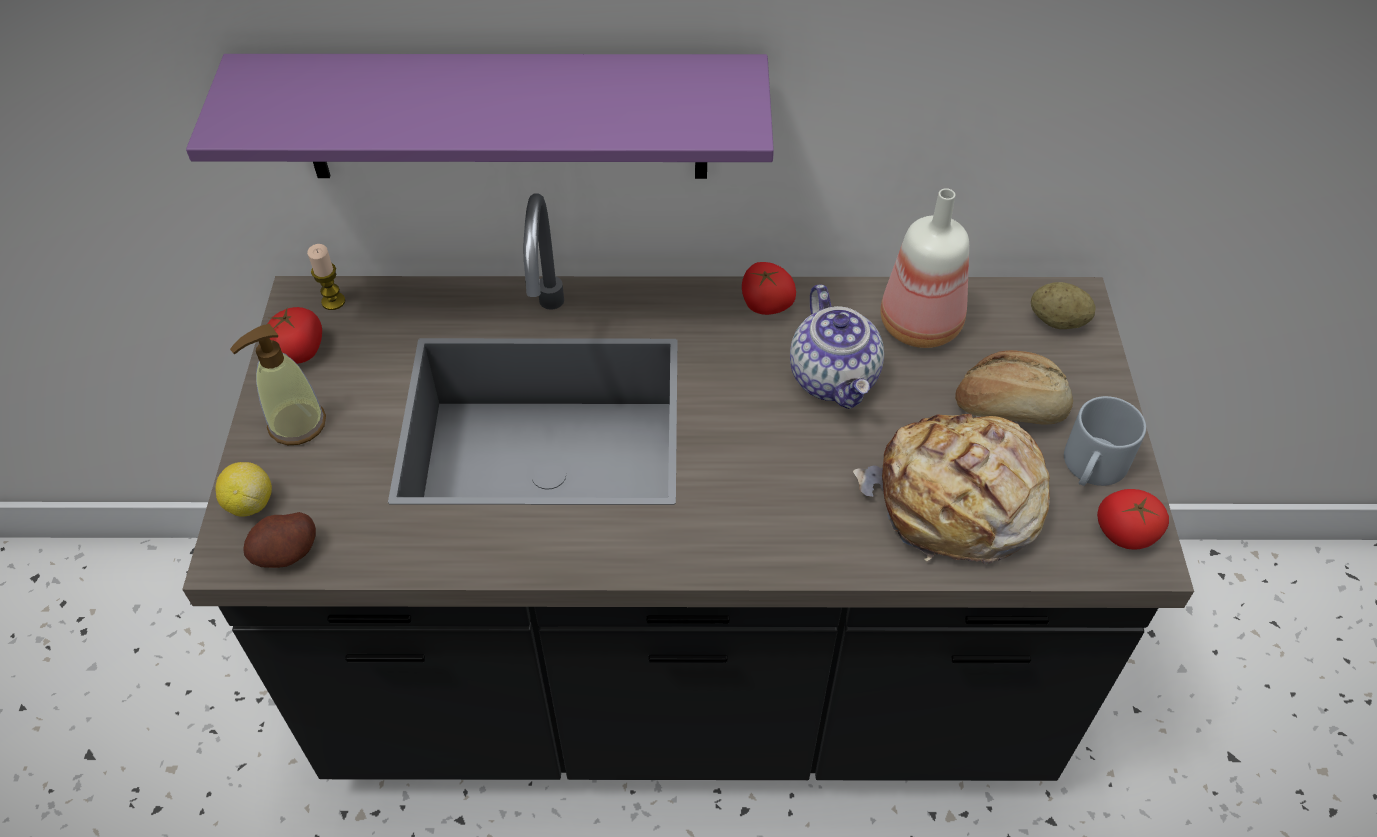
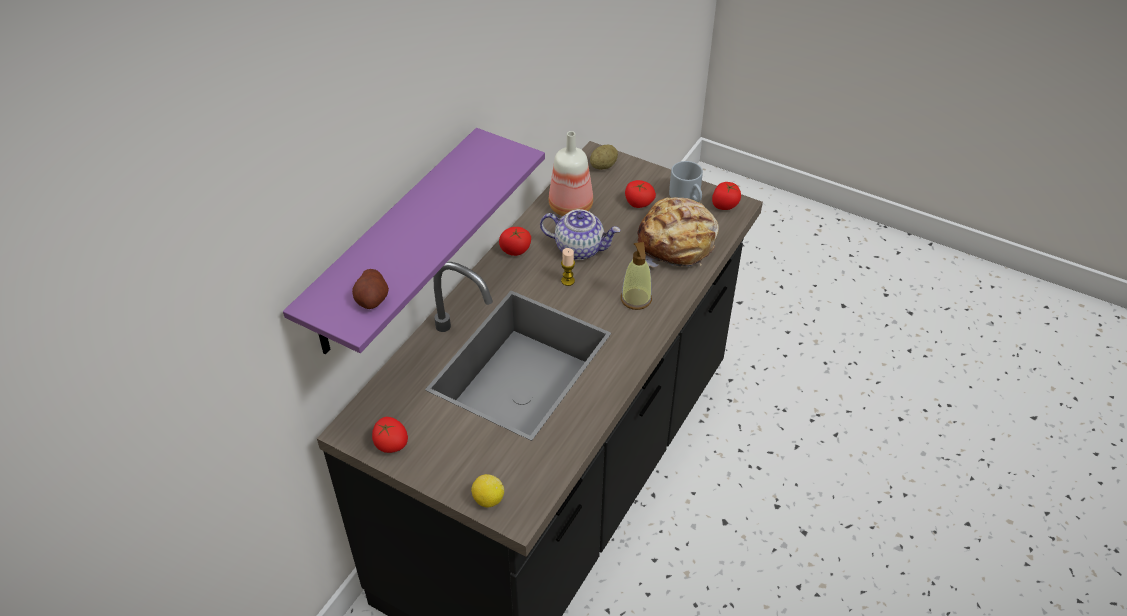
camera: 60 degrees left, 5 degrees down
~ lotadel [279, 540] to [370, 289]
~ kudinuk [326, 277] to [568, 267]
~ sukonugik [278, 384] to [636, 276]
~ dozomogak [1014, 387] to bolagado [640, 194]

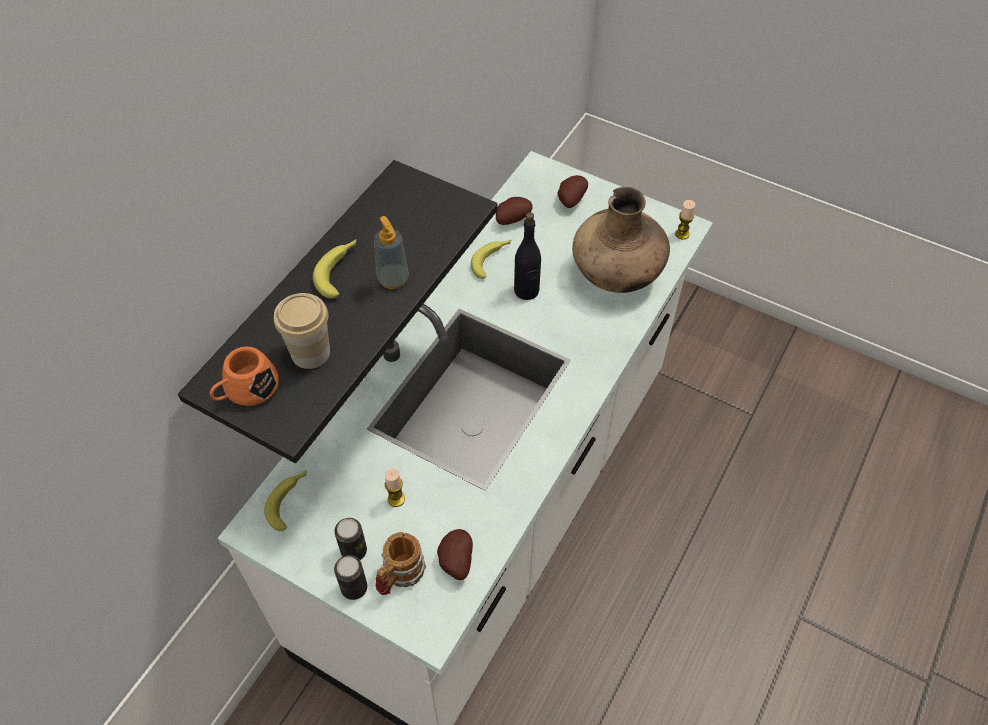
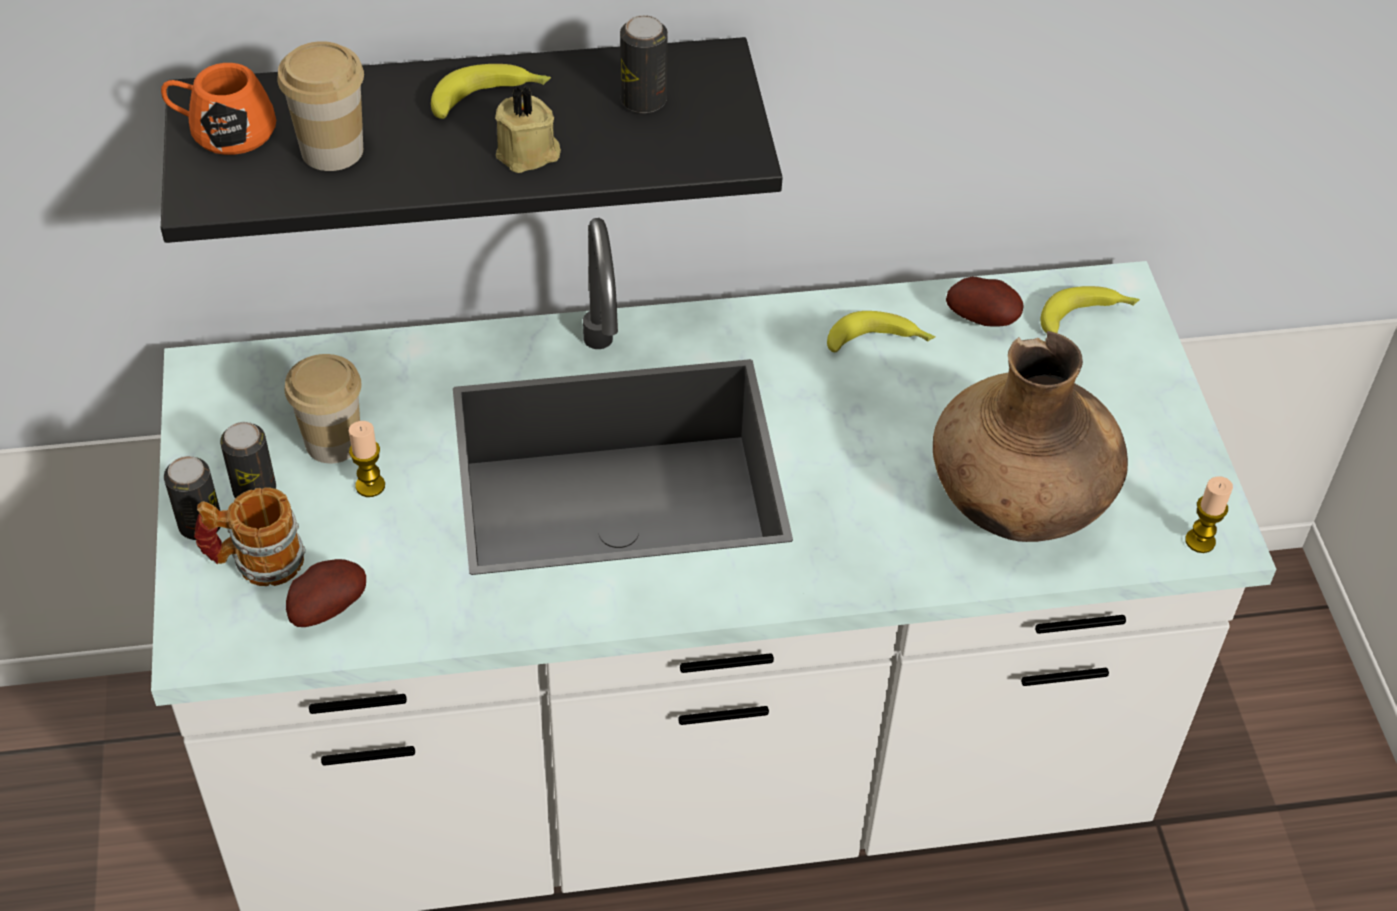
camera: 50 degrees right, 5 degrees down
+ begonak [323, 408]
~ sukonugik [391, 252] to kudinuk (beige) [528, 130]
+ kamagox [644, 64]
~ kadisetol [285, 500] to [1090, 309]
- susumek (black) [527, 256]
- lotadel [572, 191]

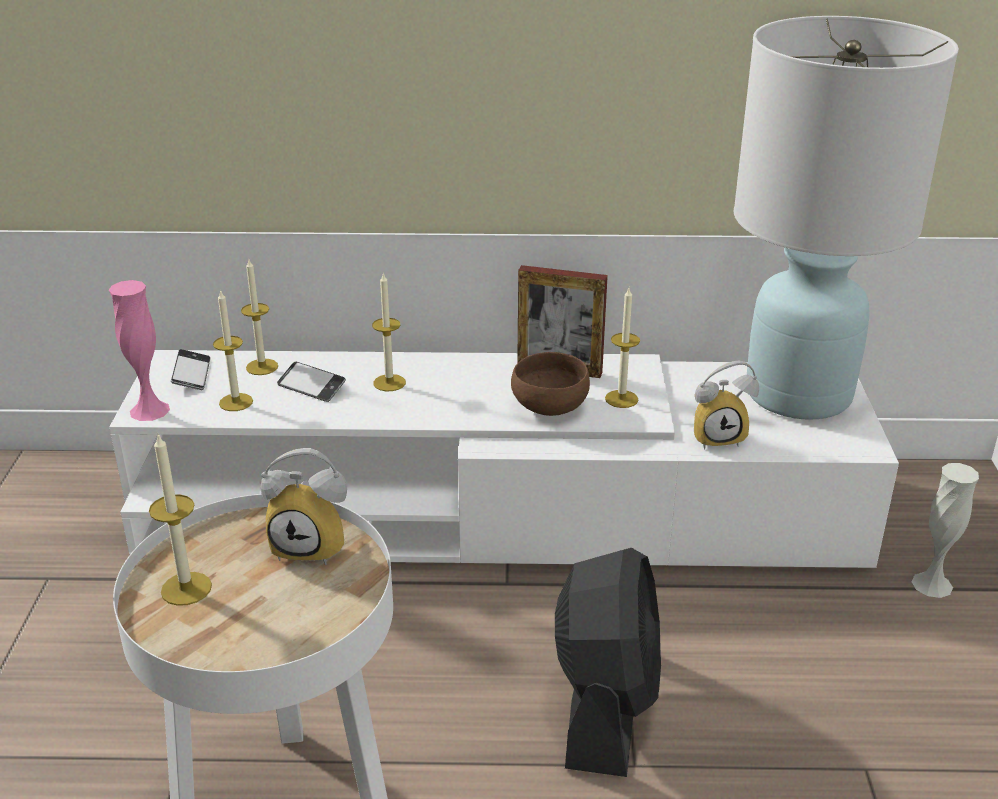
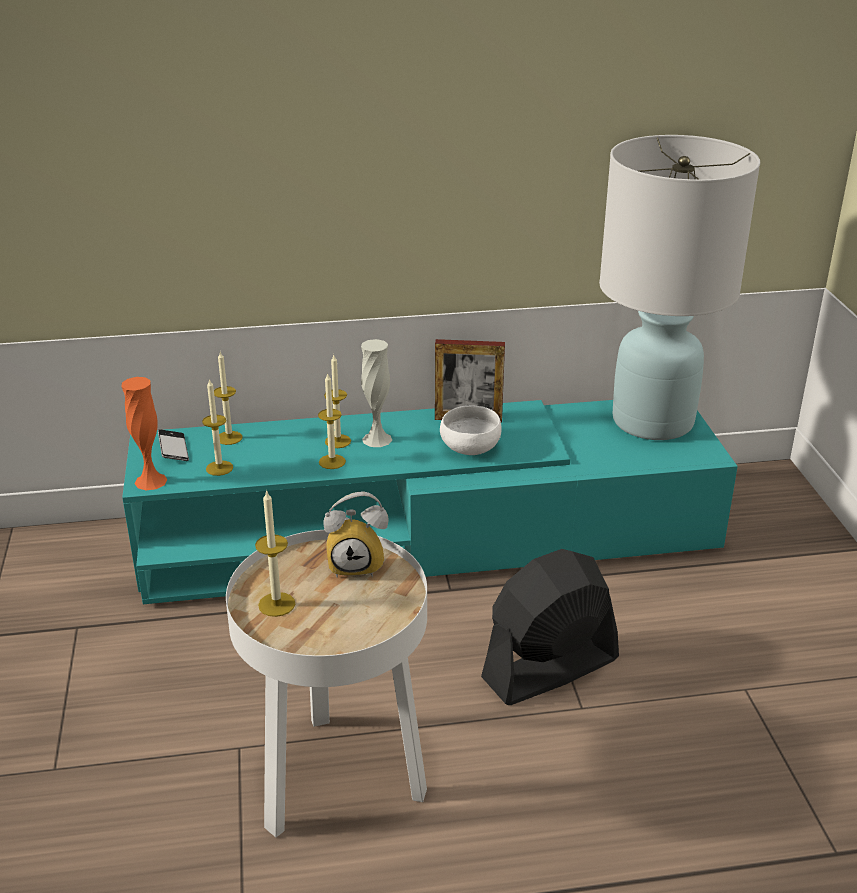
camera: 10 degrees left, 0 degrees up
~ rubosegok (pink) [139, 350] to rubosegok (orange) [145, 433]
~ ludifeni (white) [504, 459] to ludifeni (turquoise) [430, 502]
~ kudinuk [622, 348] to [332, 421]
~ rubosegok (white) [945, 530] to [376, 393]
~ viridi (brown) [550, 384] to viridi (white) [471, 430]
~ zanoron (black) [608, 662] = [550, 627] 120 degrees counterclockwise
- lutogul [311, 381]
- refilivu [726, 404]

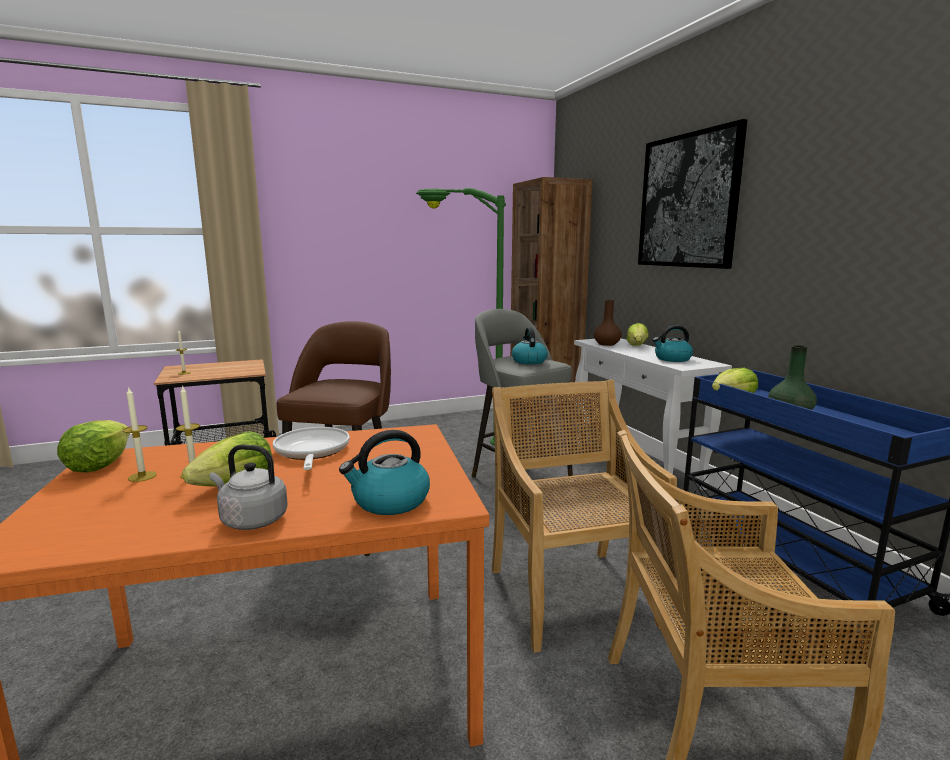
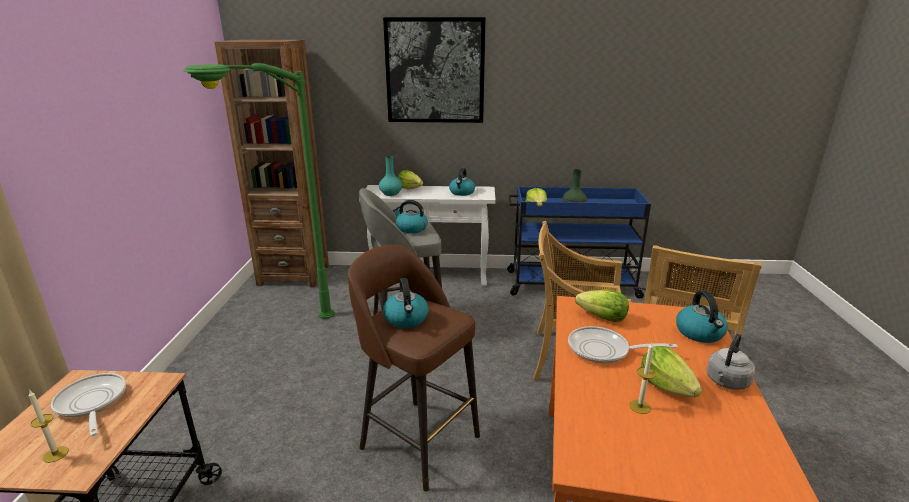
camera: 65 degrees left, 10 degrees up
+ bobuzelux [88, 404]
~ rubosegok (brown) [608, 322] to rubosegok (turquoise) [390, 176]
+ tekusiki [406, 303]
~ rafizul [93, 446] to [602, 306]
- kudinuk [140, 434]

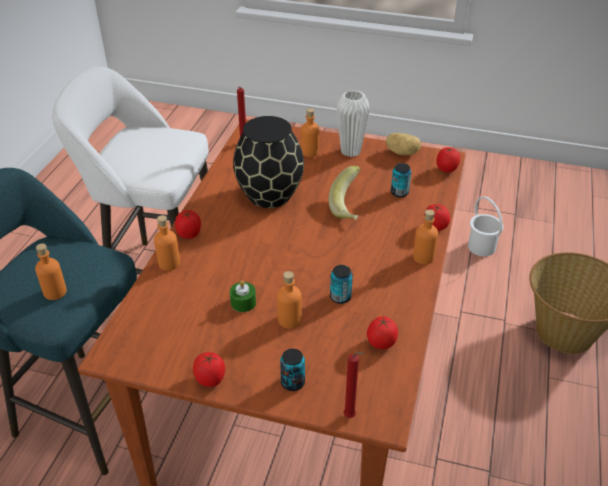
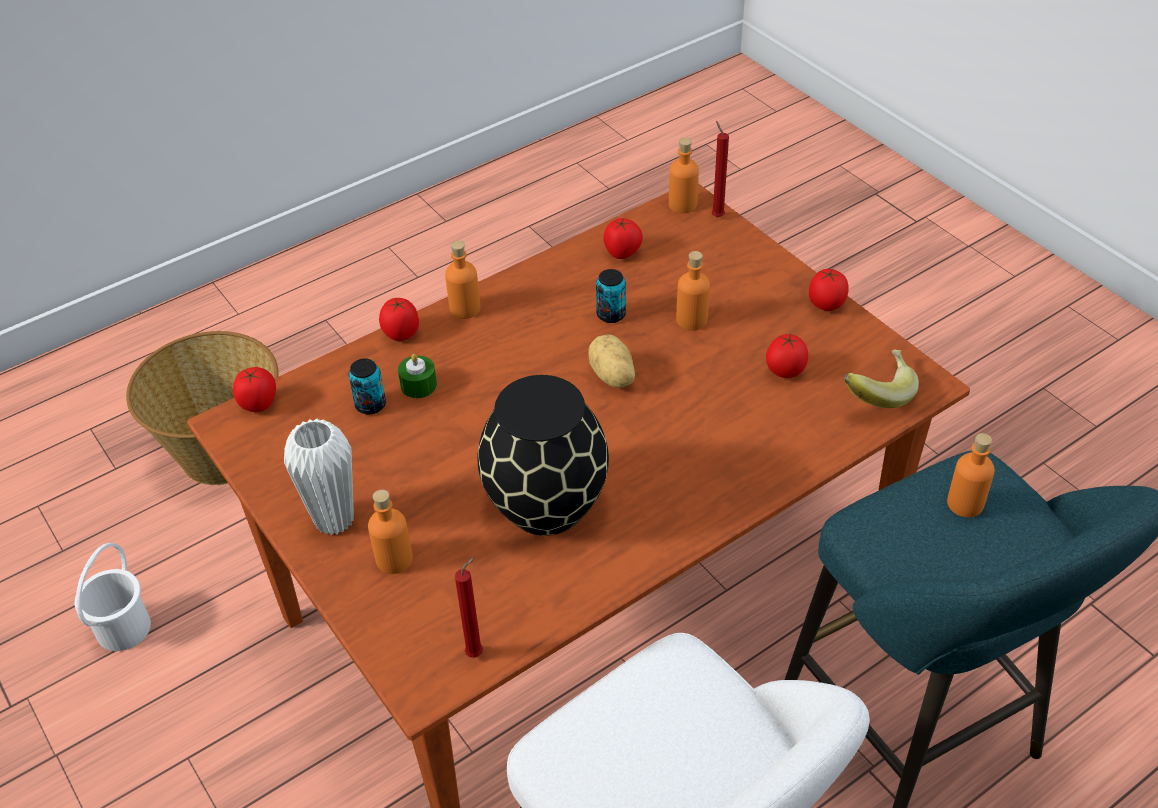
camera: 140 degrees left, 5 degrees up
~ kudinuk (green) [243, 296] to [417, 375]
~ lotadel [403, 144] to [611, 361]
~ susumek (orange) [167, 243] to [684, 175]
~ bolagado [188, 224] to [787, 355]
~ kadisetol [344, 193] to [881, 379]
- kamagox [292, 370]

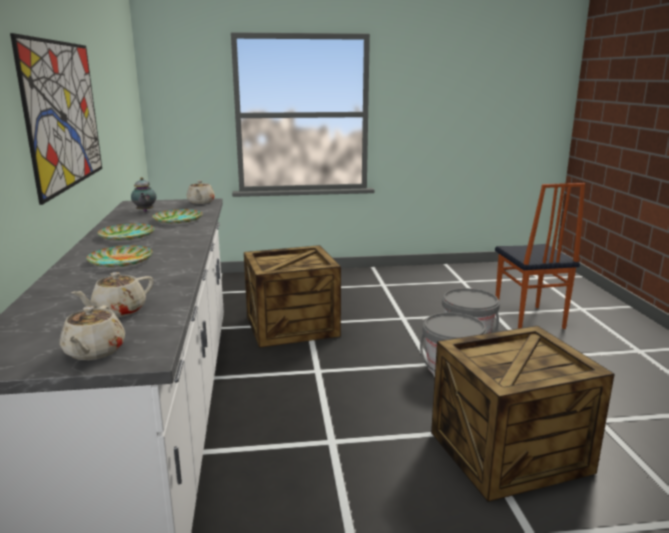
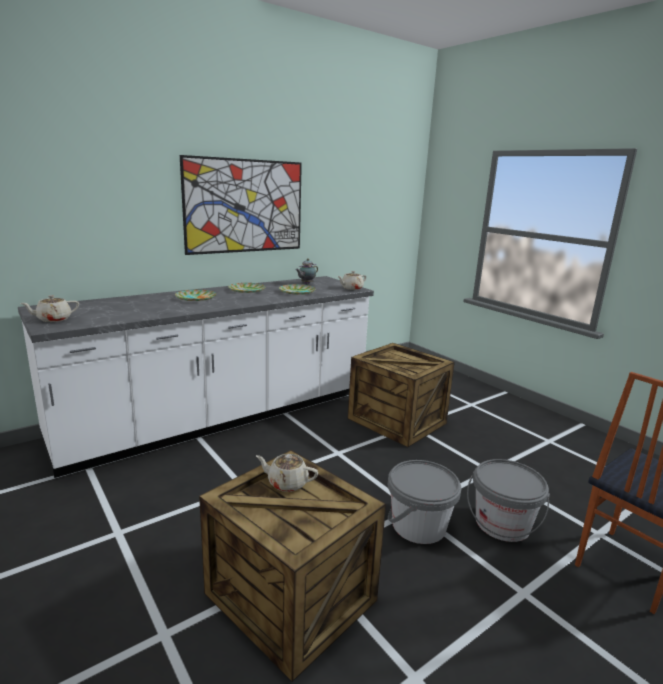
camera: 60 degrees right, 0 degrees up
~ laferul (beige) [112, 294] to [287, 473]

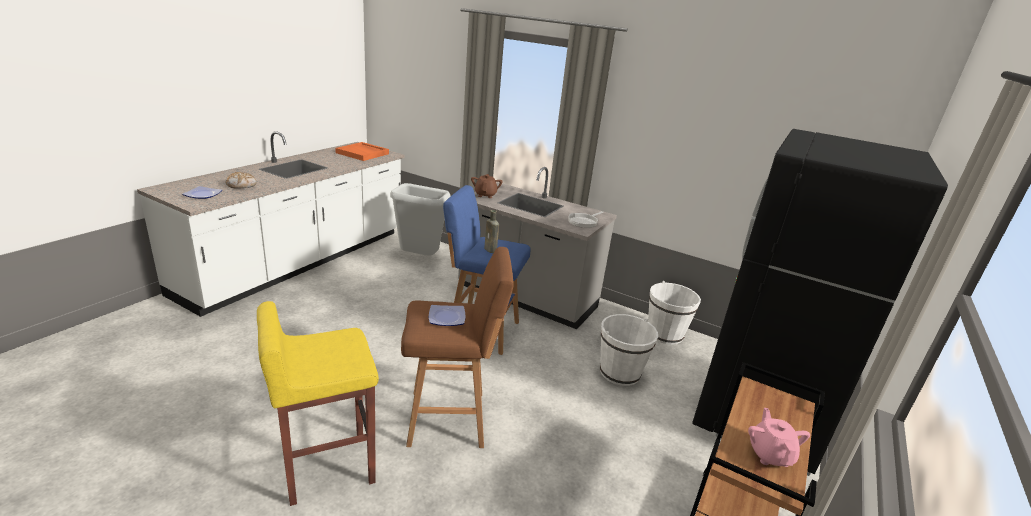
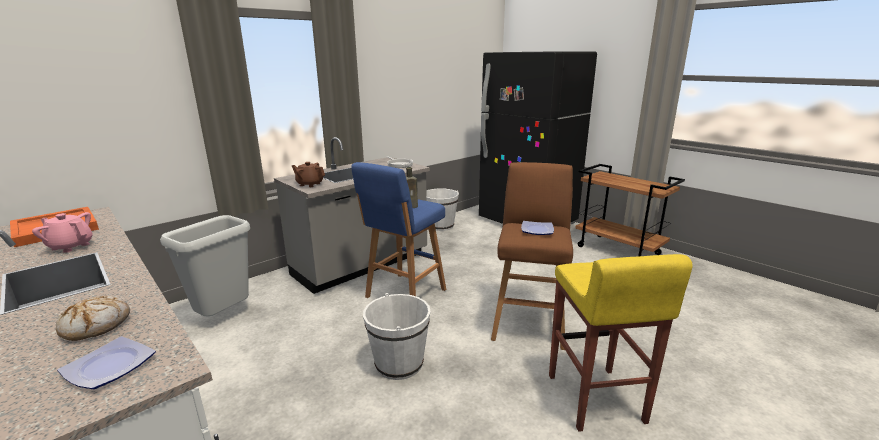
camera: 70 degrees left, 5 degrees down
~ laferul (pink) [779, 437] to [62, 232]
~ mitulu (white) [629, 350] to [397, 336]

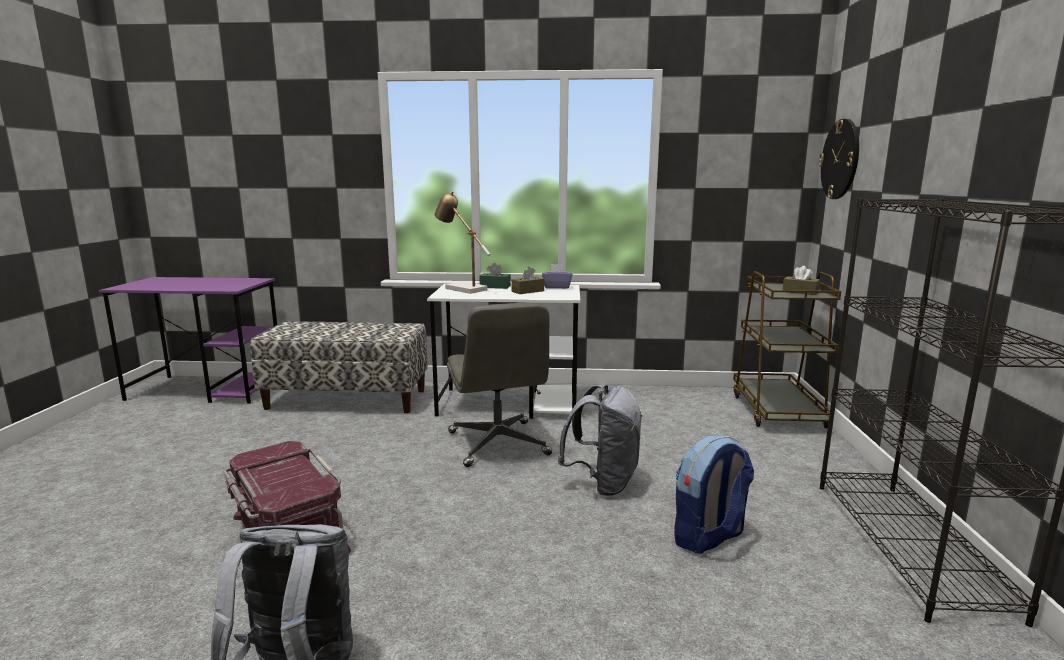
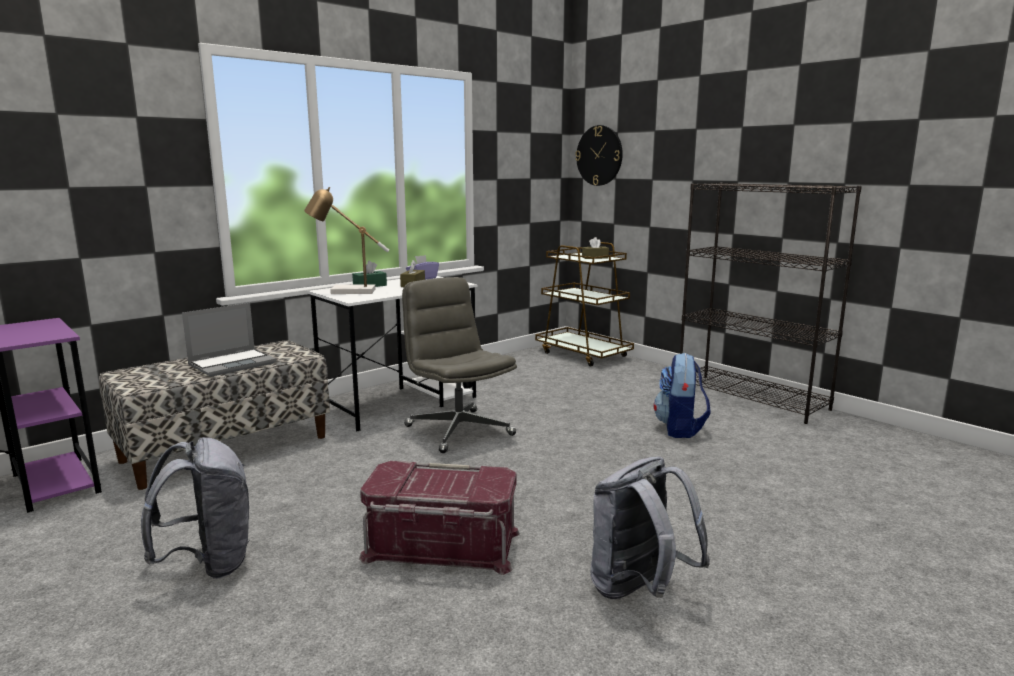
camera: 45 degrees left, 0 degrees up
~ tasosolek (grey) [600, 440] to [195, 508]
+ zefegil [229, 340]
~ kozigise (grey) [499, 385] = [459, 365] 150 degrees counterclockwise

